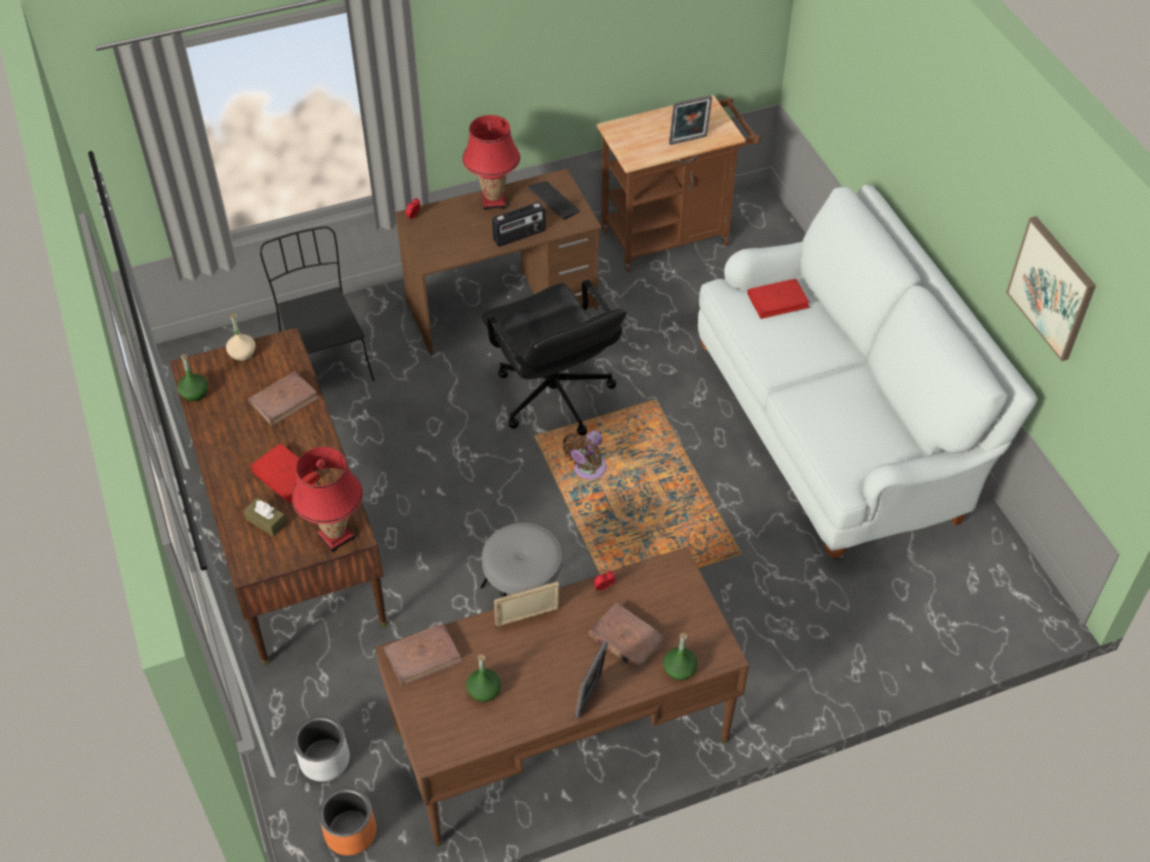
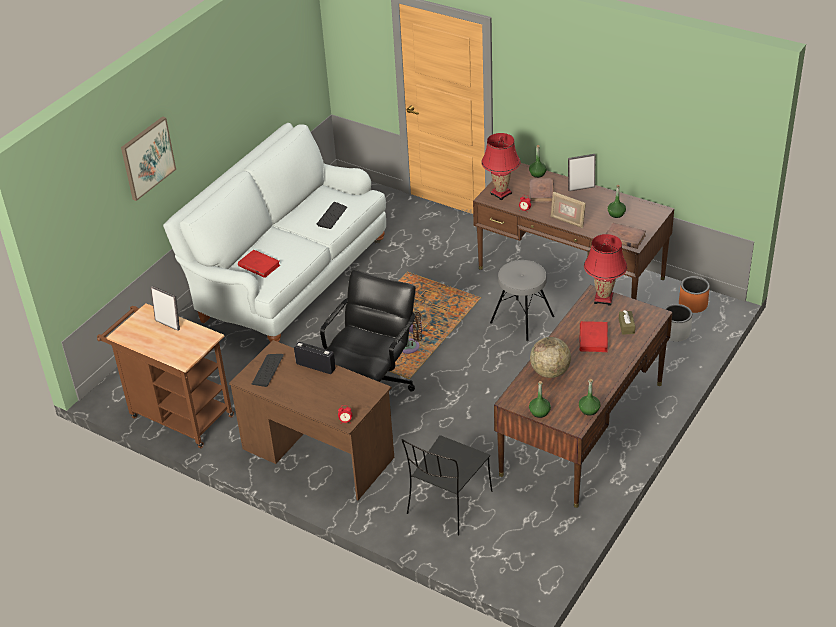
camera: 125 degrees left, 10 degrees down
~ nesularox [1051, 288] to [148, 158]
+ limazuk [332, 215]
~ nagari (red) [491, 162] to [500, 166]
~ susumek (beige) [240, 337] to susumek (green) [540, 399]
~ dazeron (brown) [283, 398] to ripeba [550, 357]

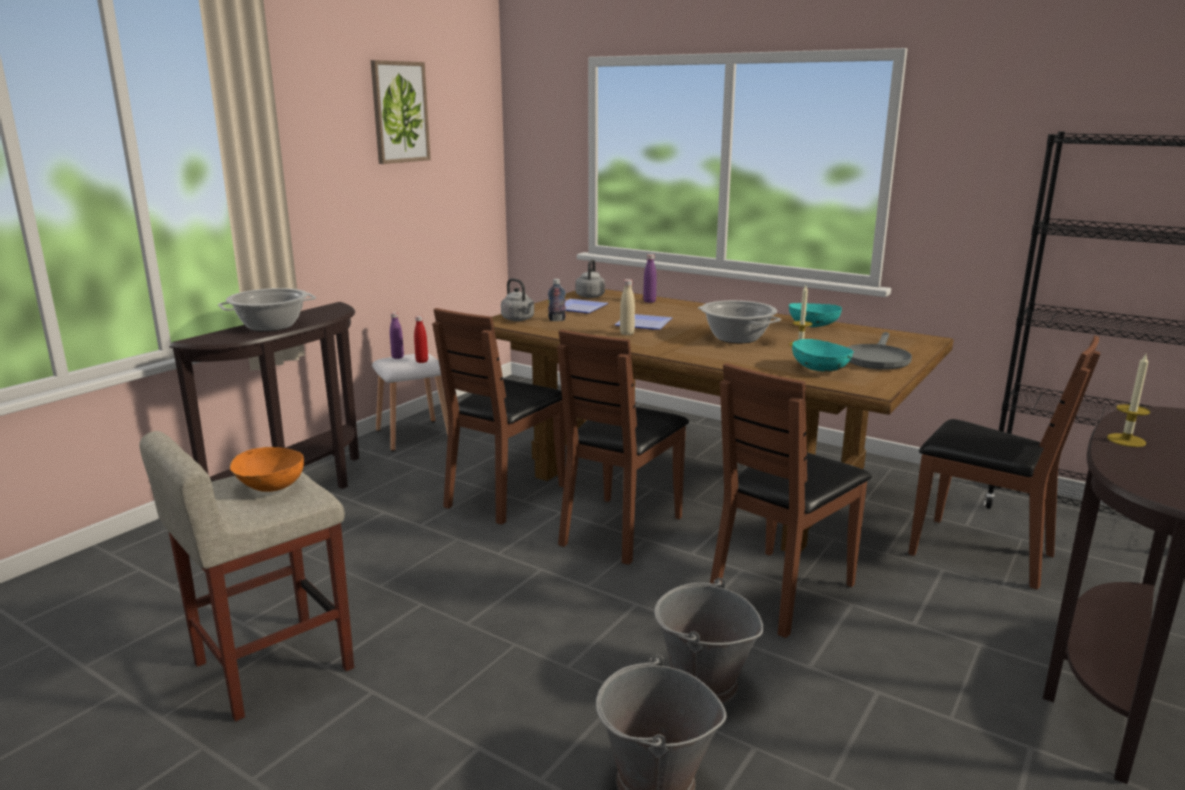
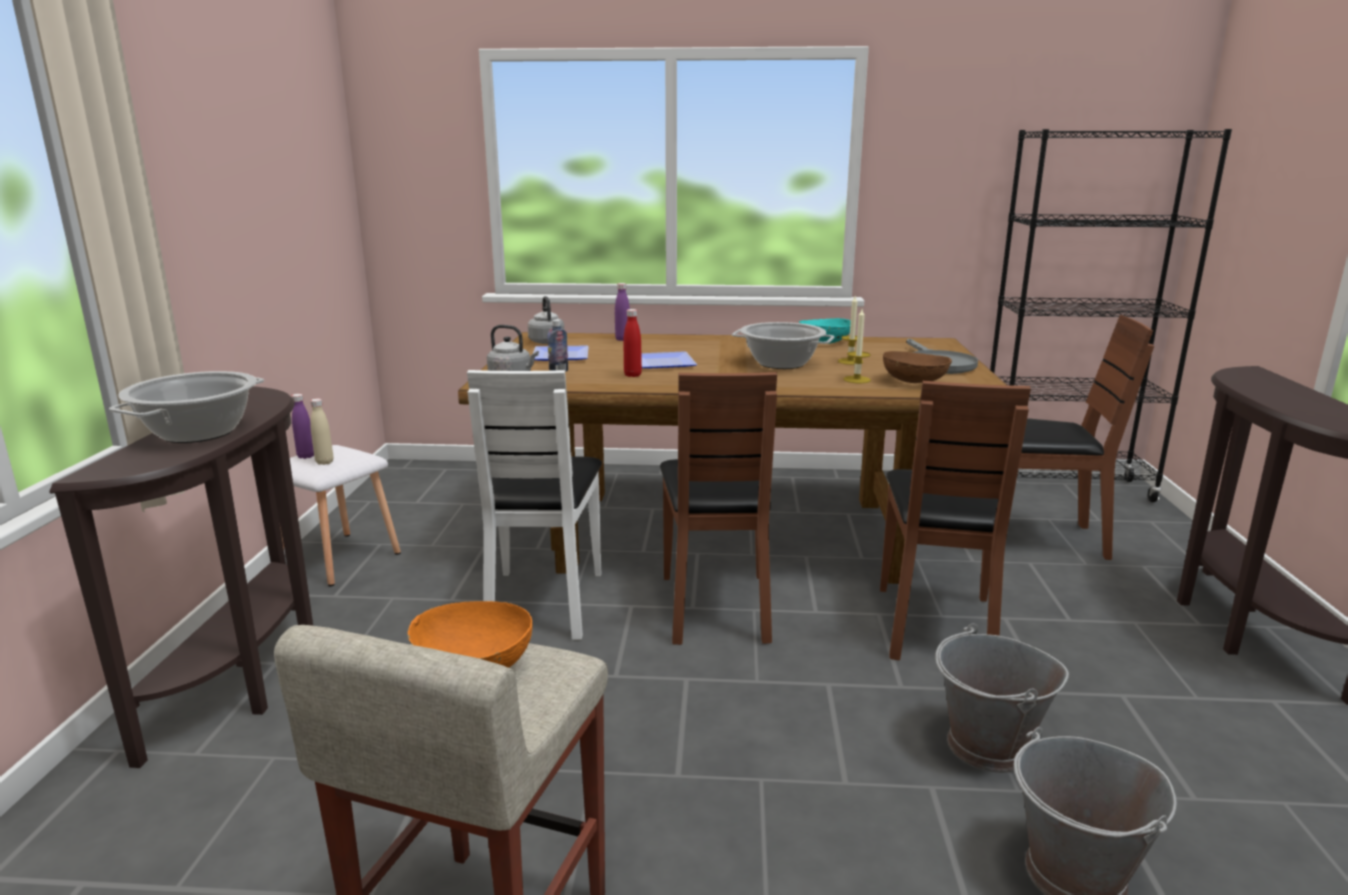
camera: 30 degrees left, 0 degrees up
~ susumek (beige) [627, 307] to [321, 432]
~ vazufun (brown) [498, 416] to vazufun (white) [534, 505]
~ susumek (red) [421, 339] to [633, 343]
~ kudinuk [1128, 400] to [857, 346]
~ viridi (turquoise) [823, 355] to viridi (brown) [917, 367]
- nesularox [401, 112]

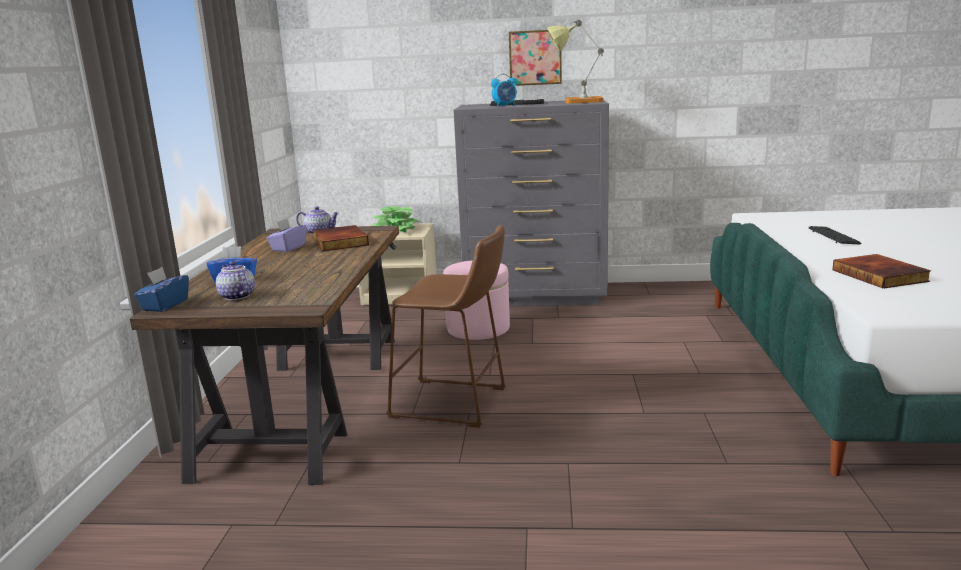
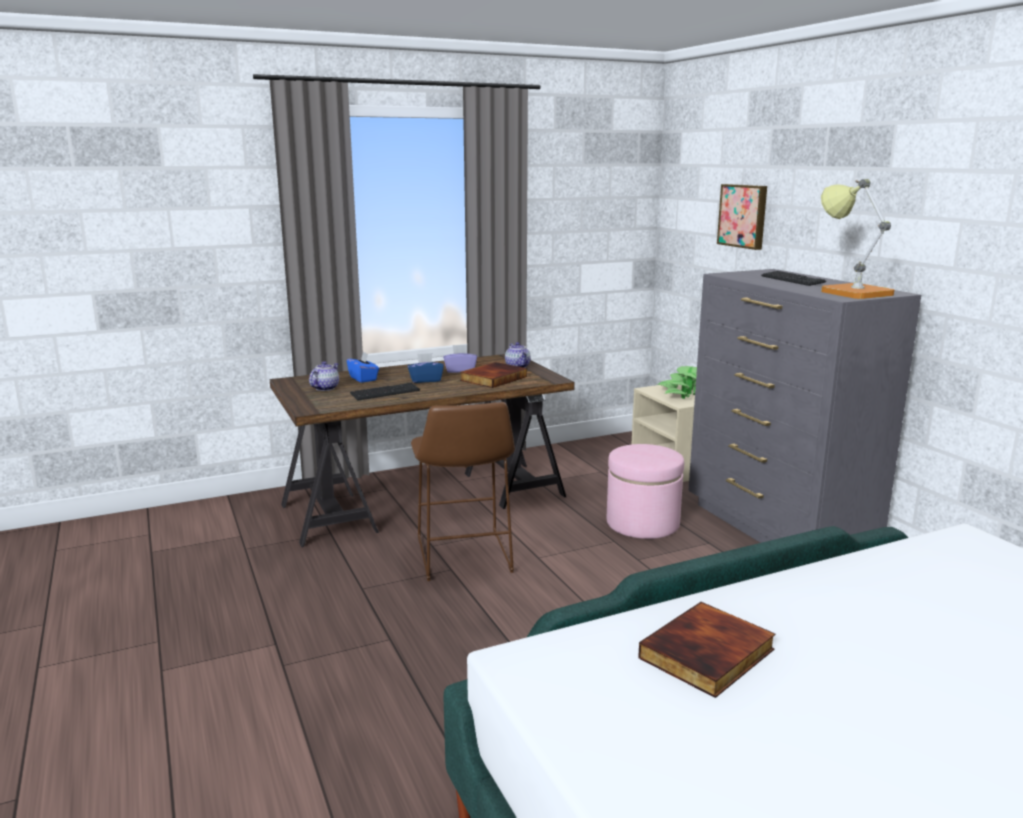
camera: 60 degrees right, 0 degrees up
~ limazuk [835, 235] to [385, 391]
~ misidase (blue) [161, 289] to [425, 368]
~ nesularox [535, 58] to [742, 217]
- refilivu [504, 90]

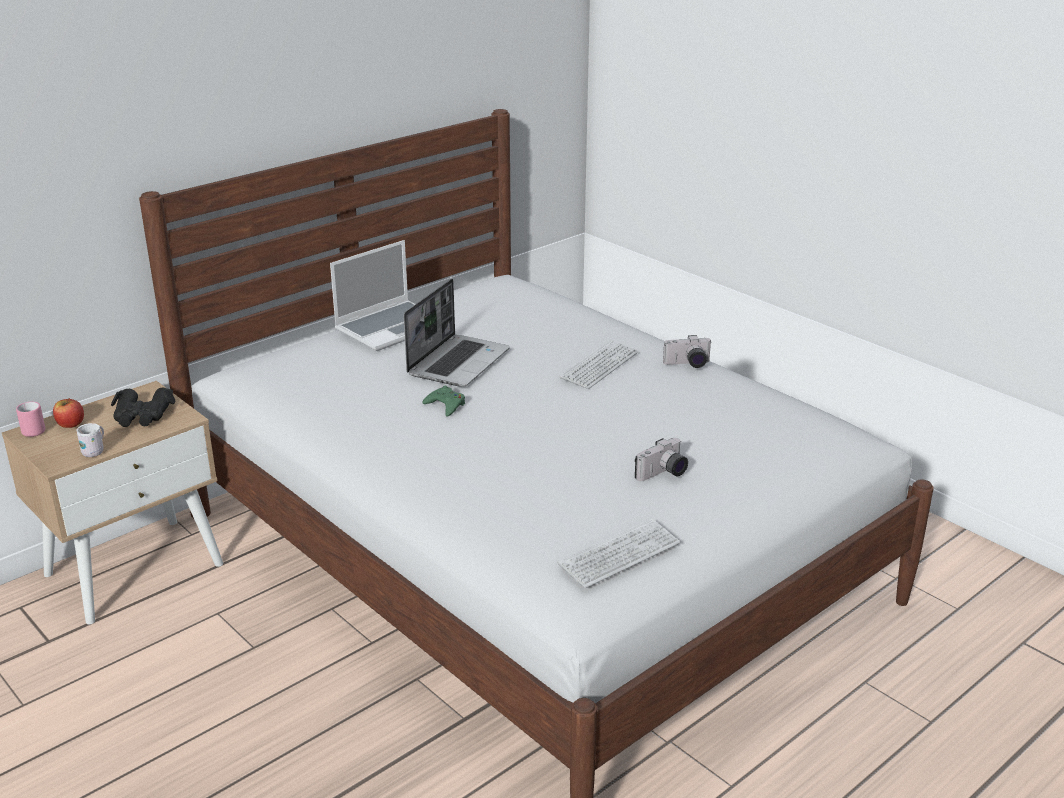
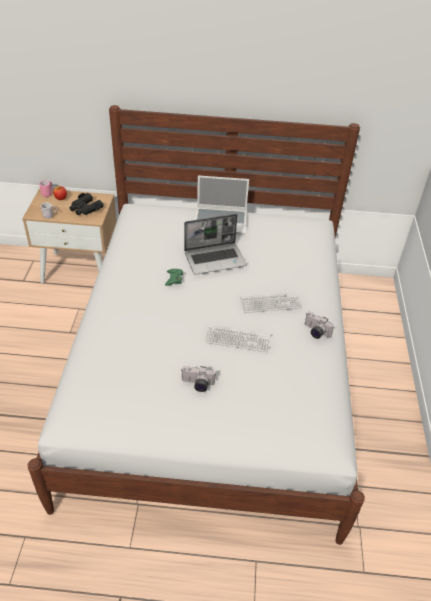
camera: 45 degrees right, 15 degrees up
~ limazuk [618, 553] to [237, 338]

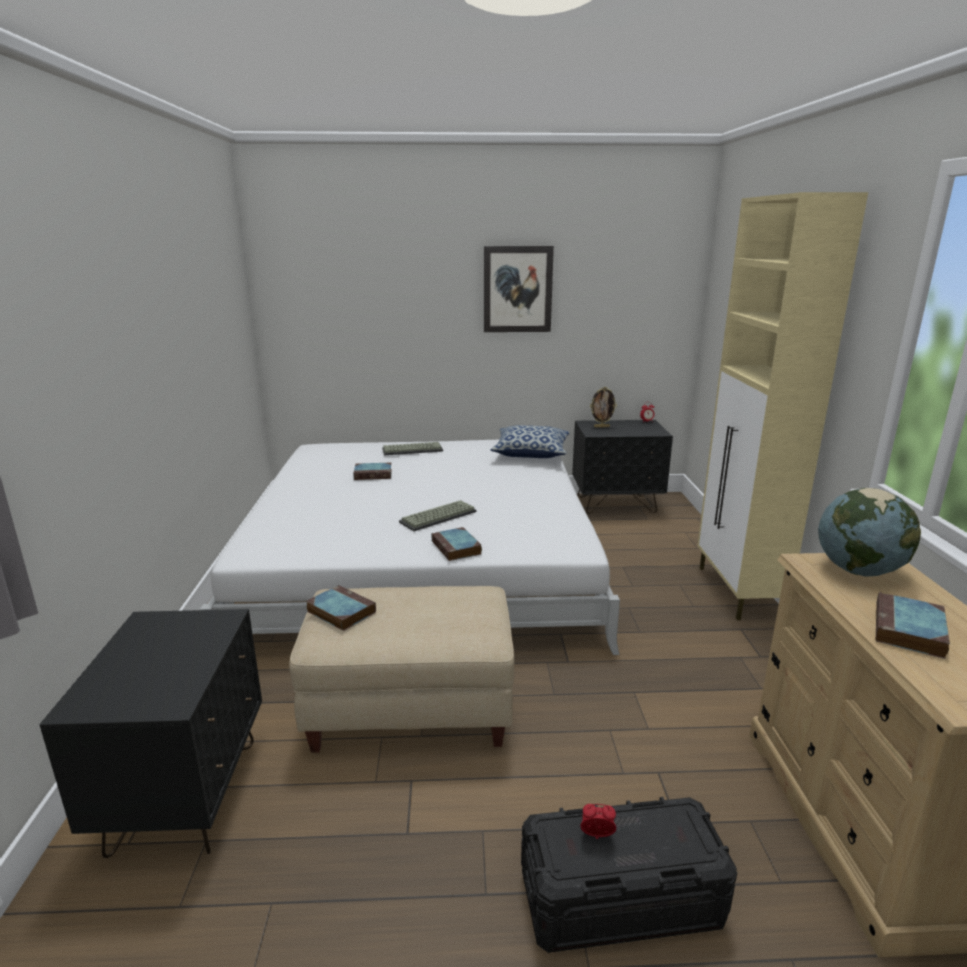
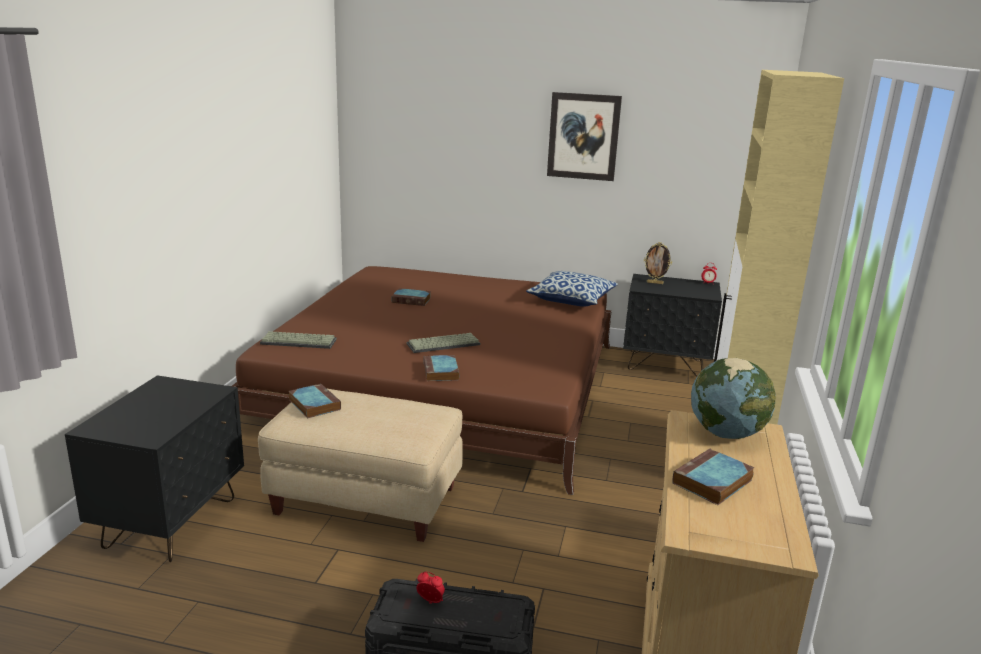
camera: 15 degrees right, 0 degrees up
~ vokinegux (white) [410, 547] to vokinegux (brown) [422, 380]
~ limazuk [412, 448] to [298, 340]

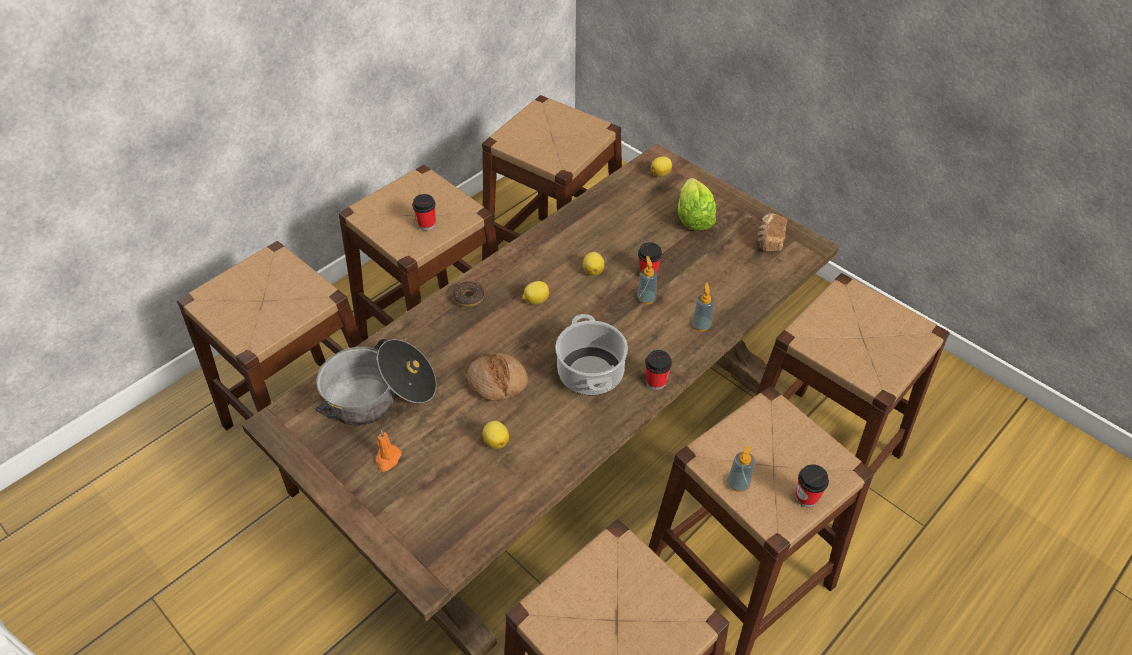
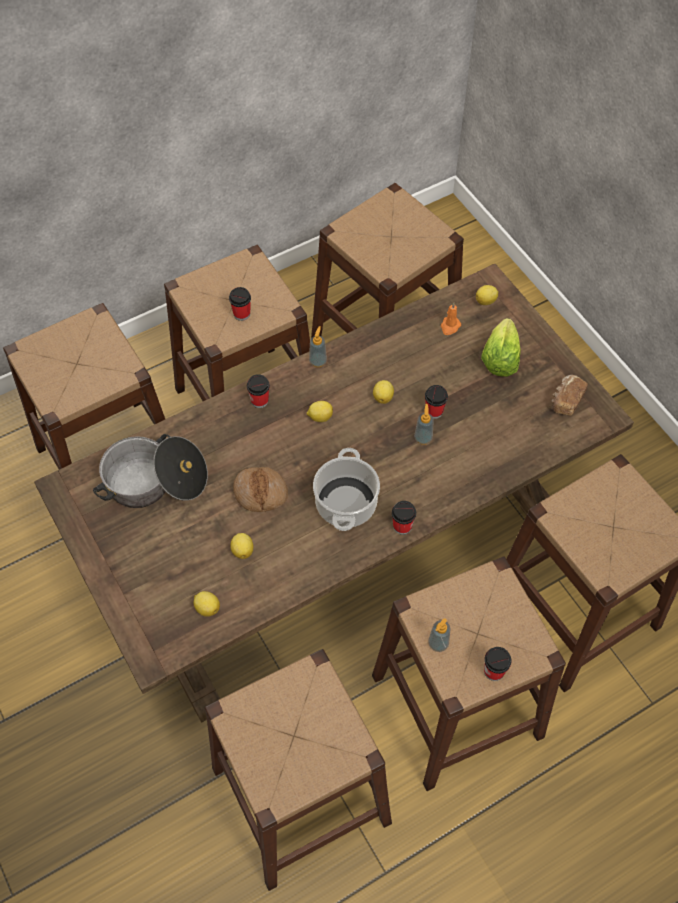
camera: 15 degrees right, 10 degrees up
+ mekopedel [207, 604]
~ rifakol [468, 294] to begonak [258, 391]
~ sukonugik [703, 307] to [318, 346]
~ kudinuk (orange) [389, 450] to [451, 319]

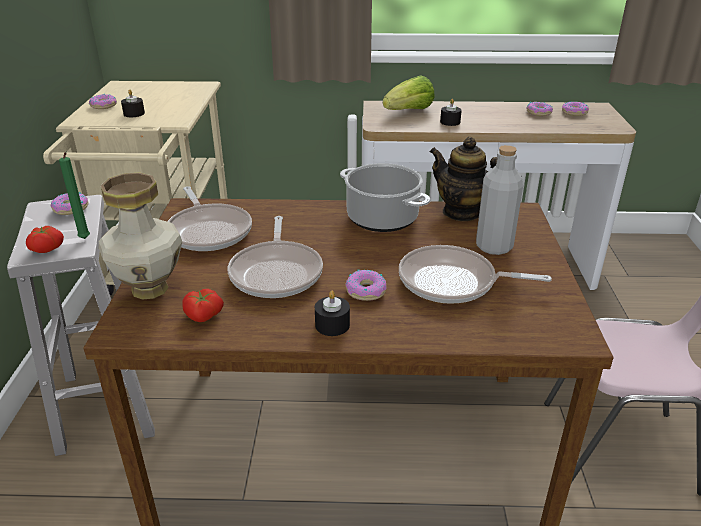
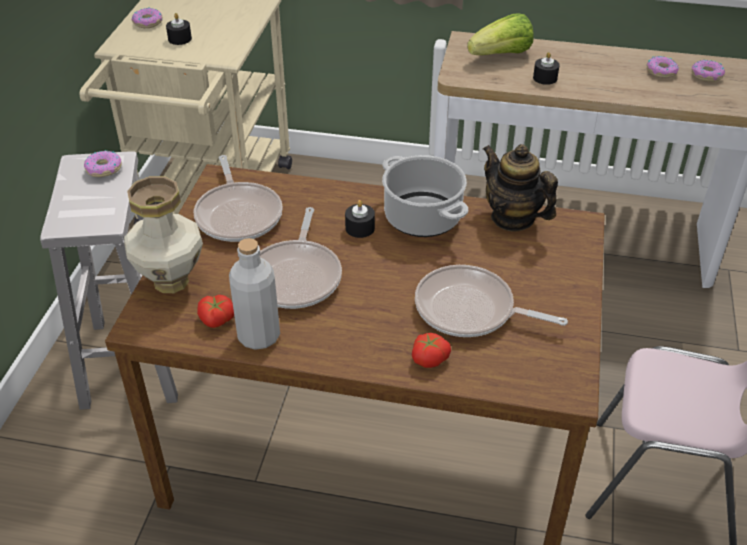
camera: 10 degrees right, 10 degrees up
~ susumek (grey) [499, 200] to [254, 294]
~ kudinuk (black) [332, 313] to [360, 219]
~ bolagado [45, 239] to [431, 350]
- kudinuk (green) [74, 195]
- rifakol [366, 285]

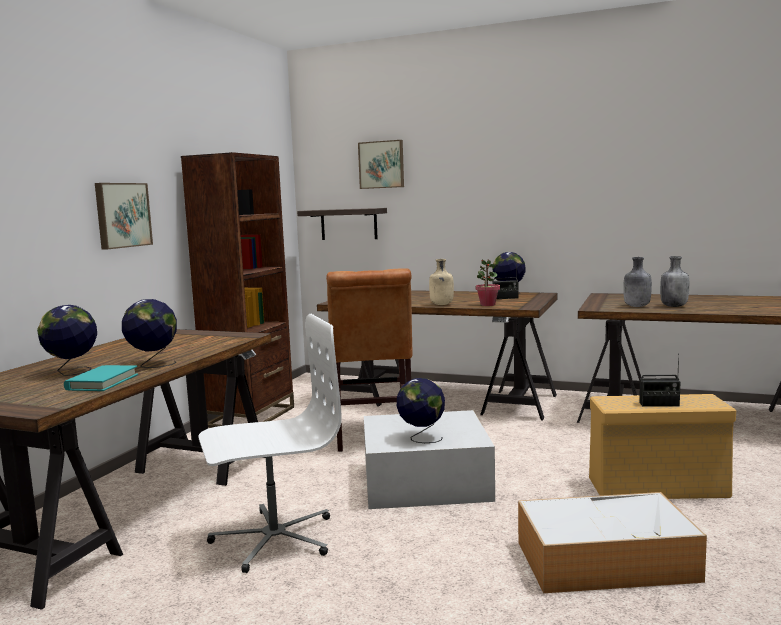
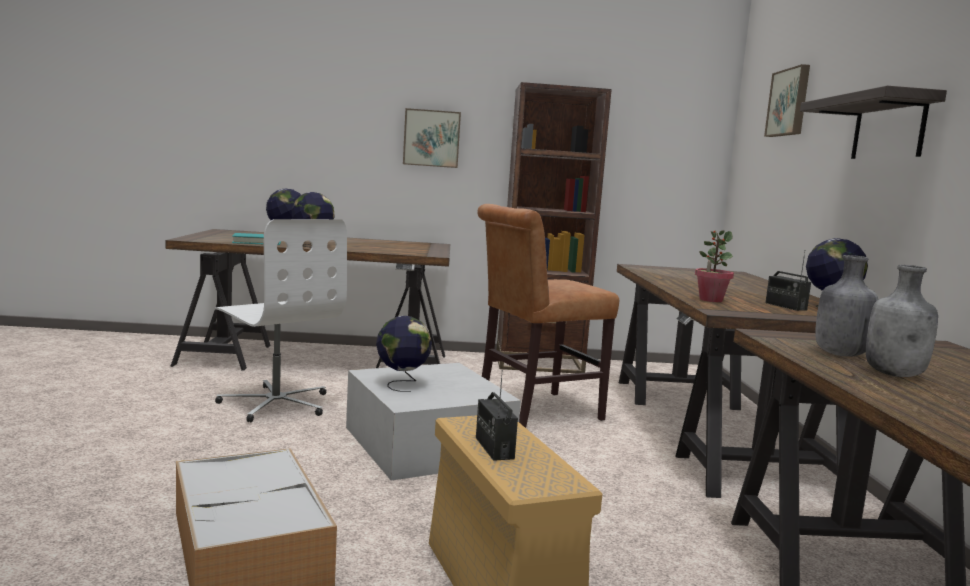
camera: 65 degrees right, 0 degrees up
~ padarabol [342, 224] to [873, 122]
- susumek (beige) [441, 282]

